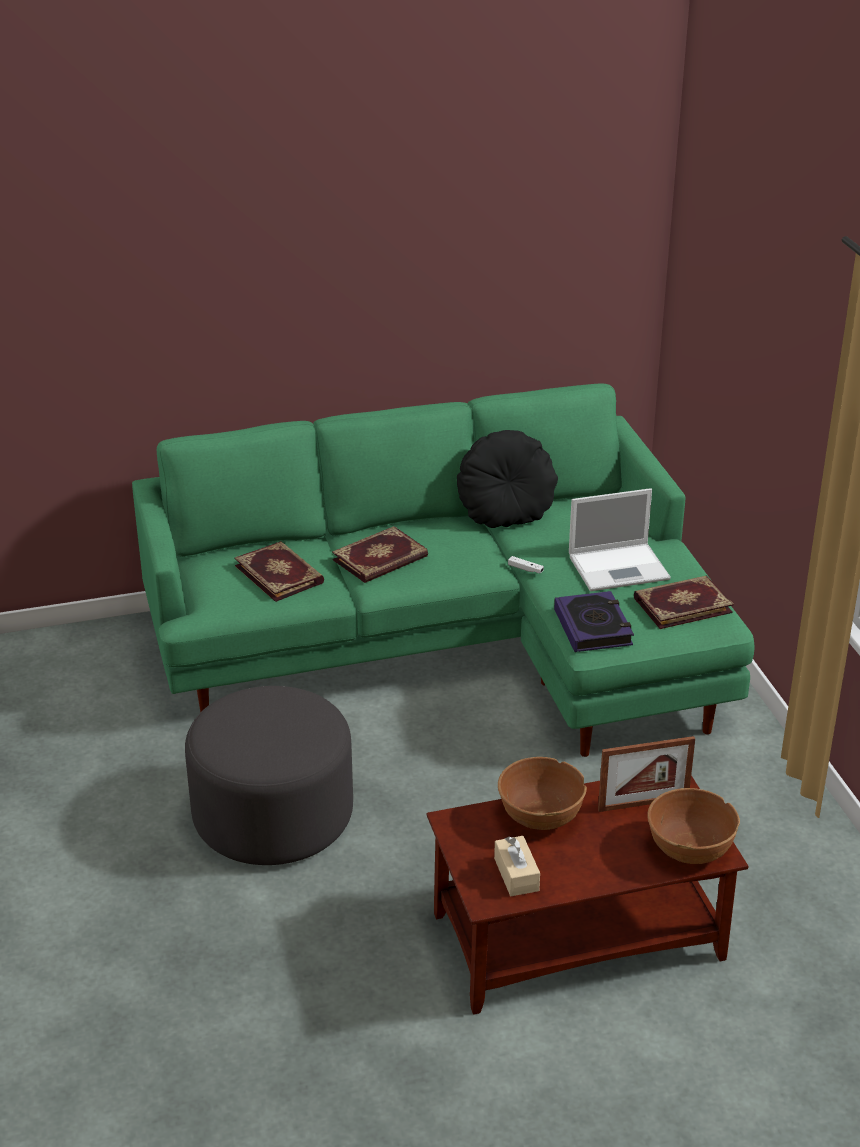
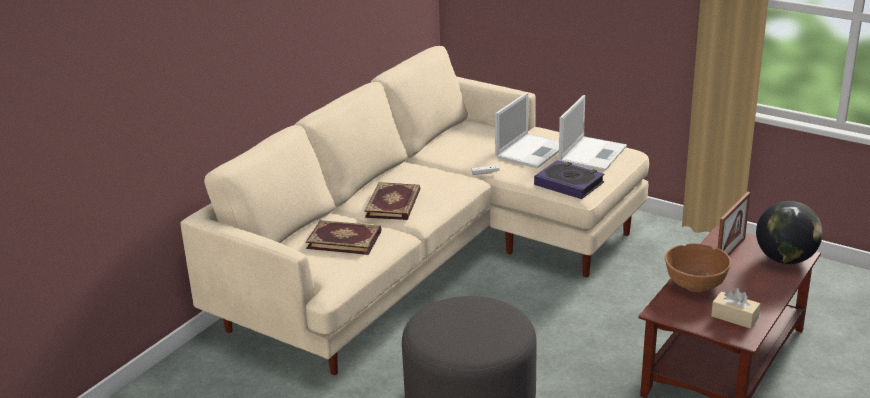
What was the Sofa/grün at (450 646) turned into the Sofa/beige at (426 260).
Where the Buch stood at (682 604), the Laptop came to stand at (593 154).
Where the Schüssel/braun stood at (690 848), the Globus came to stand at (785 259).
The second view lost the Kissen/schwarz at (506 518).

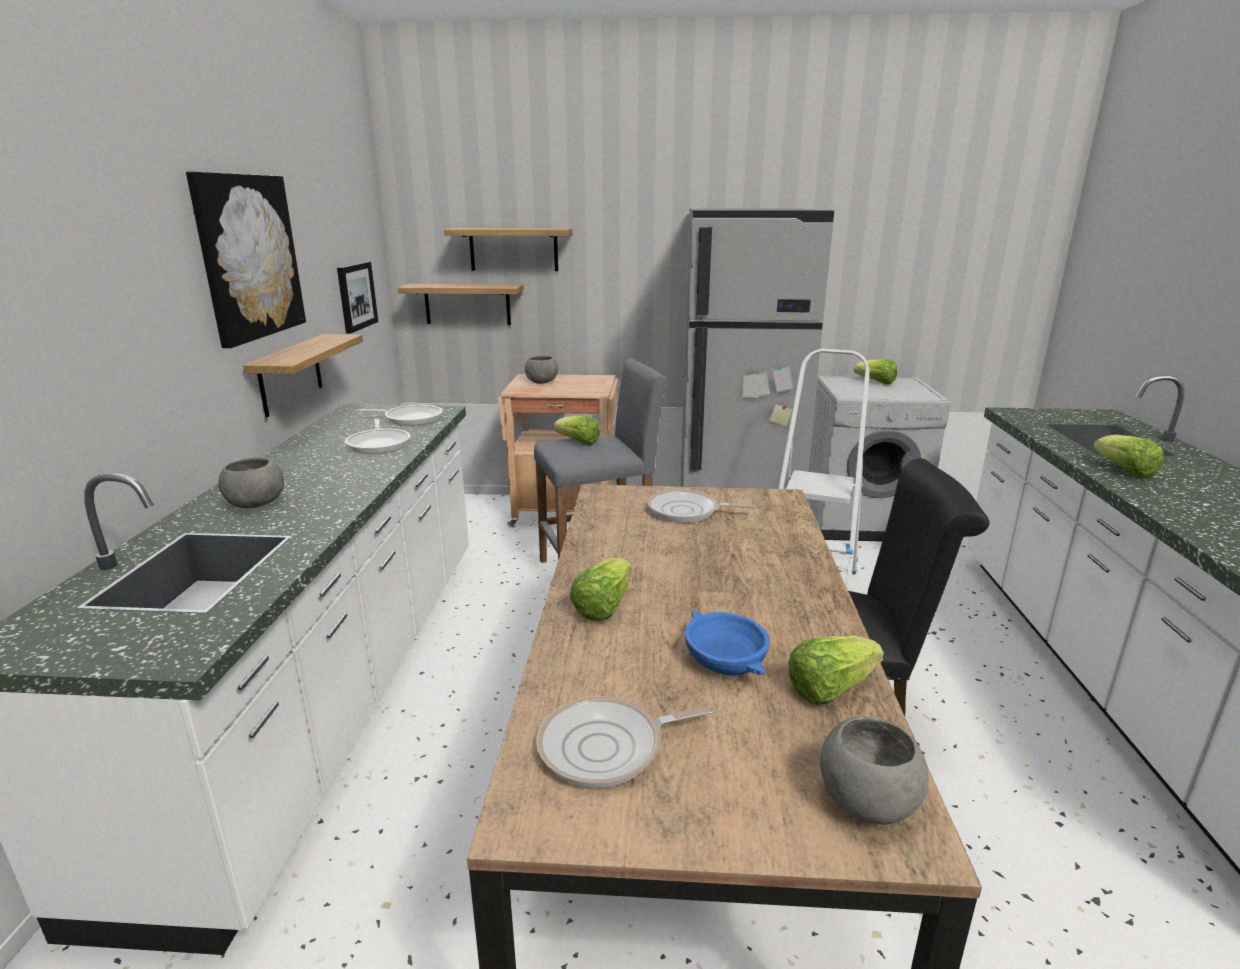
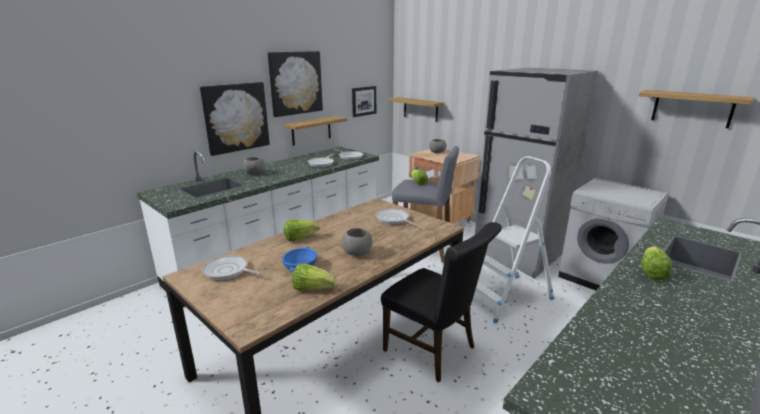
The second view gained the Bild at (236 117).
The Schüssel/grau ended up elsewhere, having gone from (866 802) to (357 253).
The Wandregal ended up elsewhere, having gone from (513 249) to (692 108).
The second view lost the Salatkopf at (876 382).

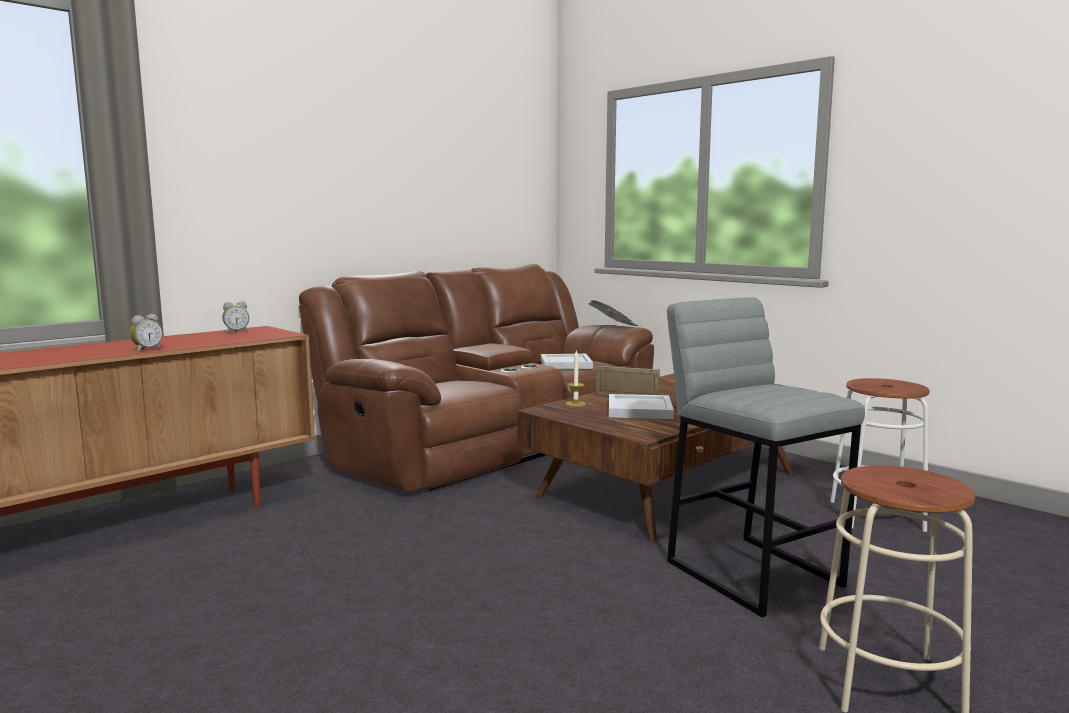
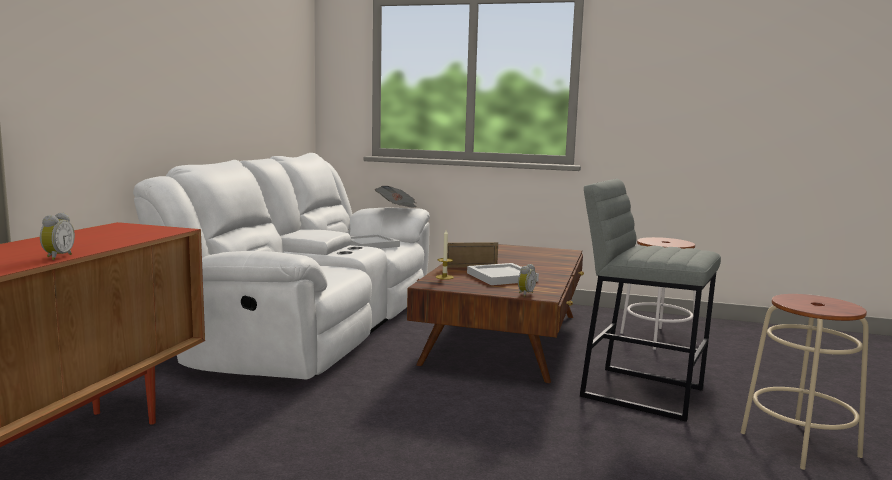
What was the Sofa/braun at (491 442) turned into the Sofa/weiß at (313 324).
The Wecker ended up elsewhere, having gone from (236 332) to (525 294).

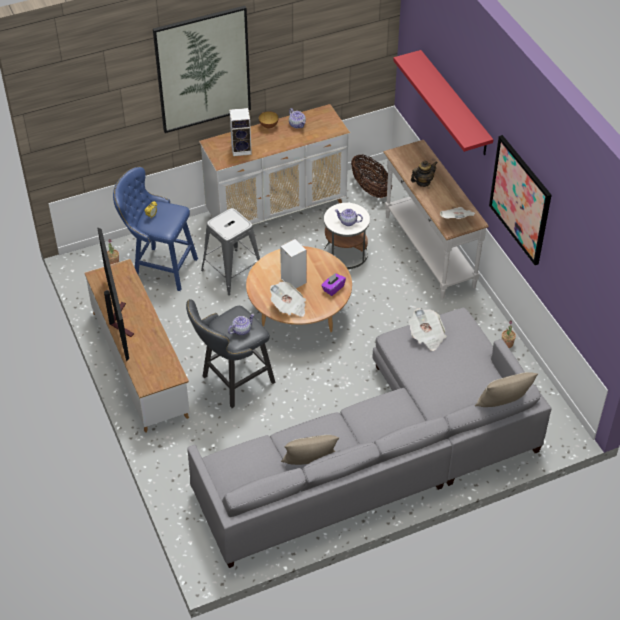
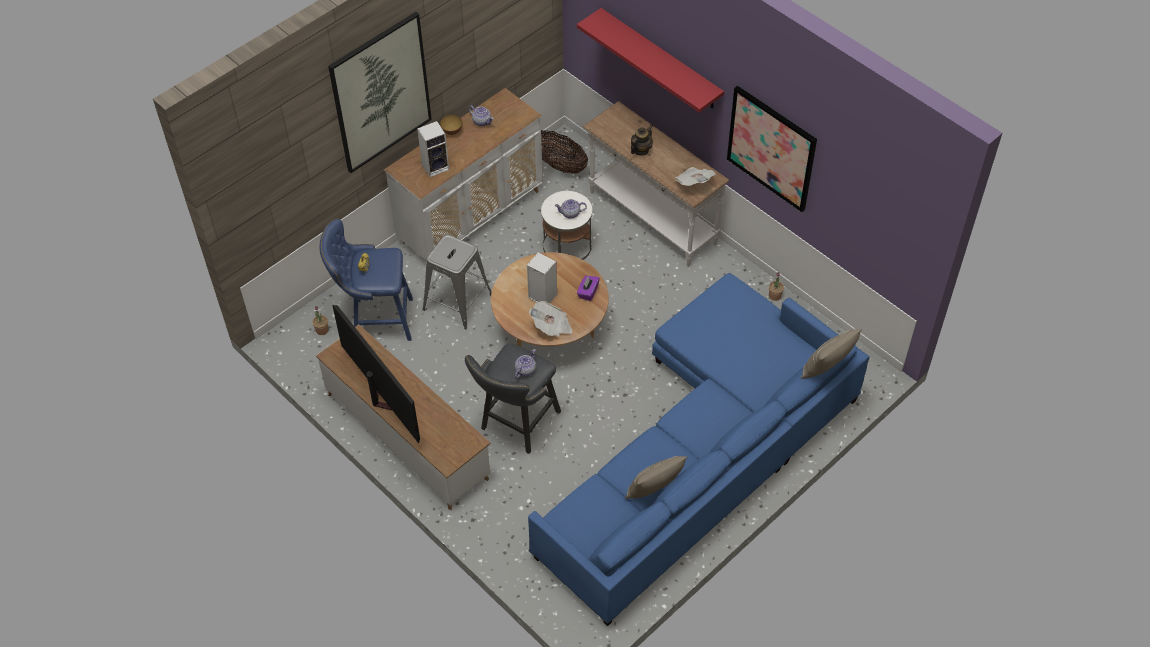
What was the Sofa/grau at (380 451) turned into the Sofa/blau at (702 451).
The second view lost the Zeitung at (427 336).

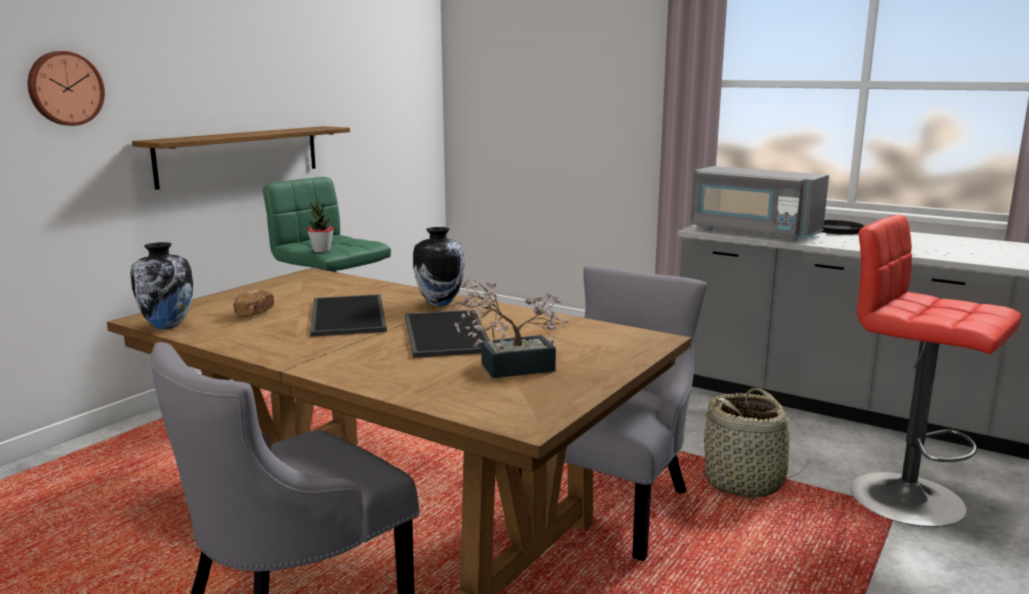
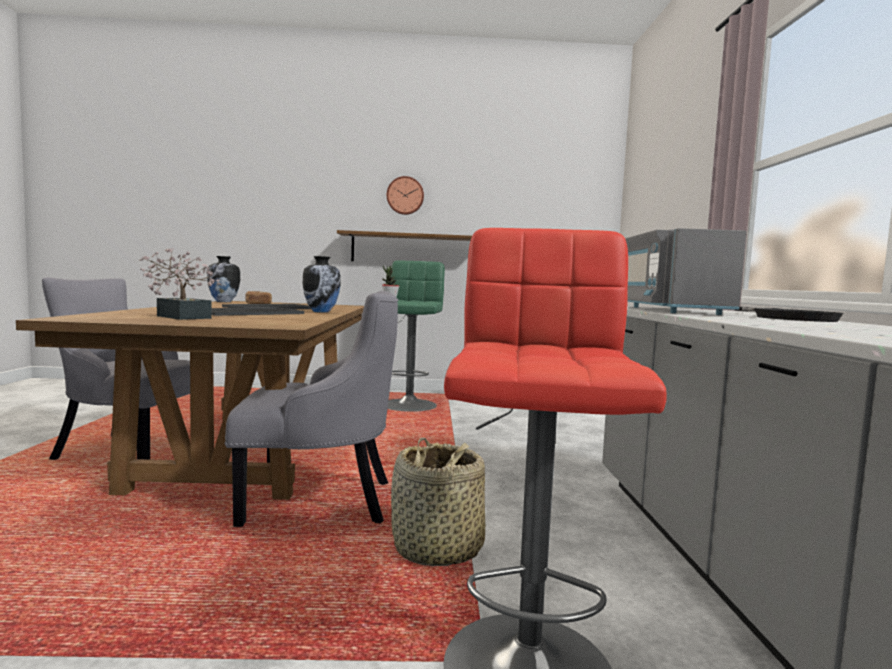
The Wanduhr ended up elsewhere, having gone from (64 88) to (405 195).

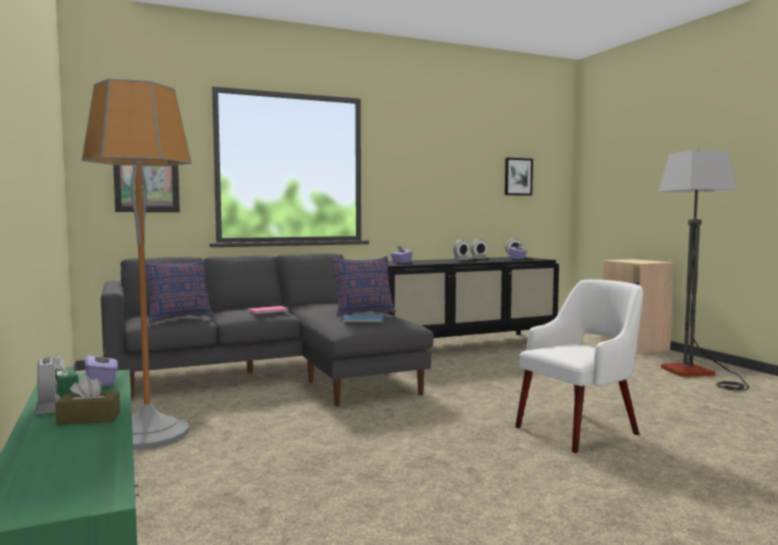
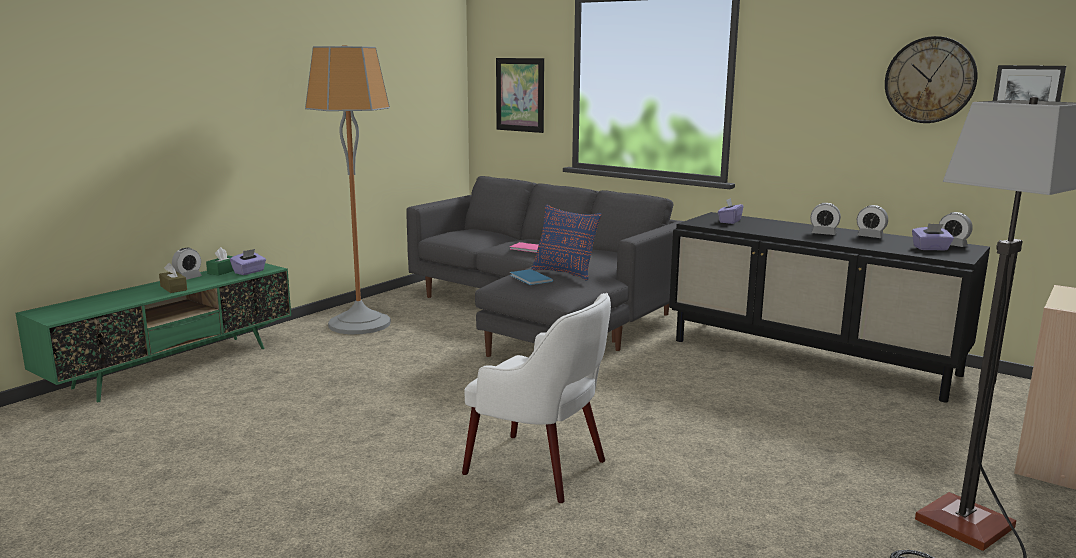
The second view gained the Wanduhr at (930 80).
The second view lost the Kissen/blau at (179 318).

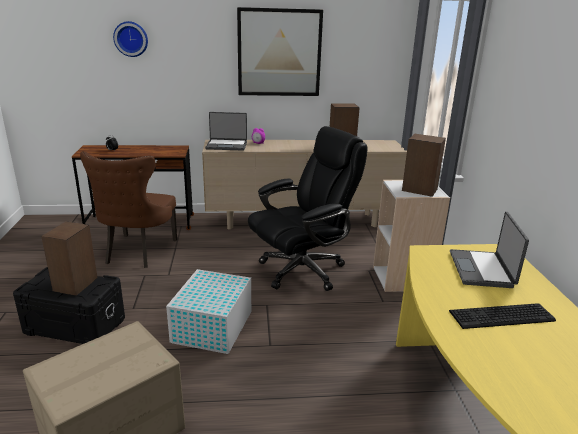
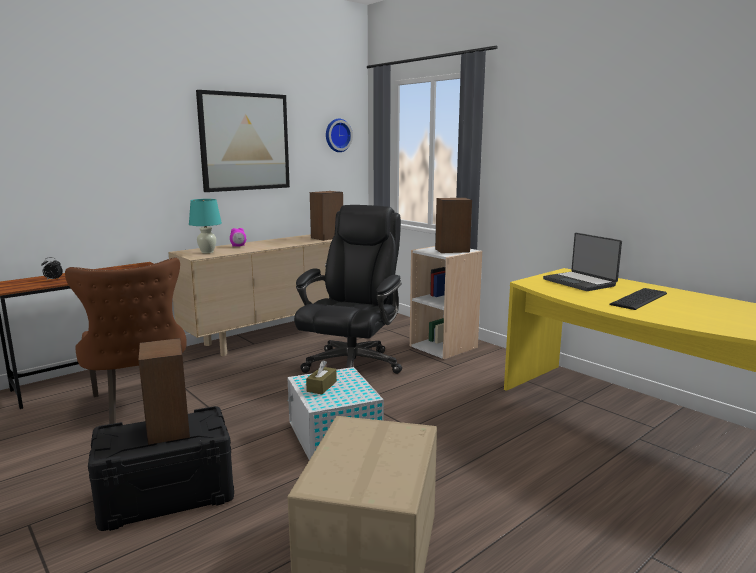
Where the Laptop stood at (227 145), the Tischlampe/türkis came to stand at (207 252).
The second view gained the Taschentuchbox/braun at (321 386).
The Wanduhr ended up elsewhere, having gone from (131 39) to (337 135).

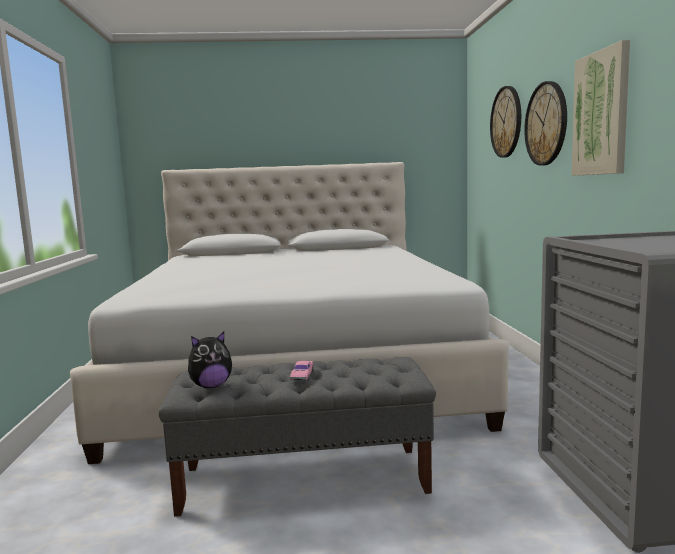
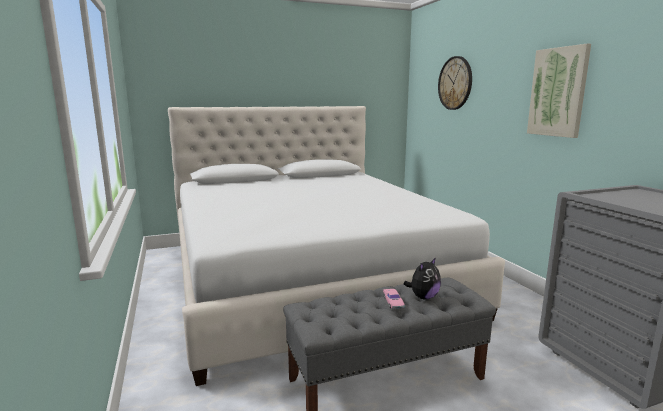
The Plüschtier ended up elsewhere, having gone from (211 386) to (423 297).
The second view lost the Wanduhr at (546 124).

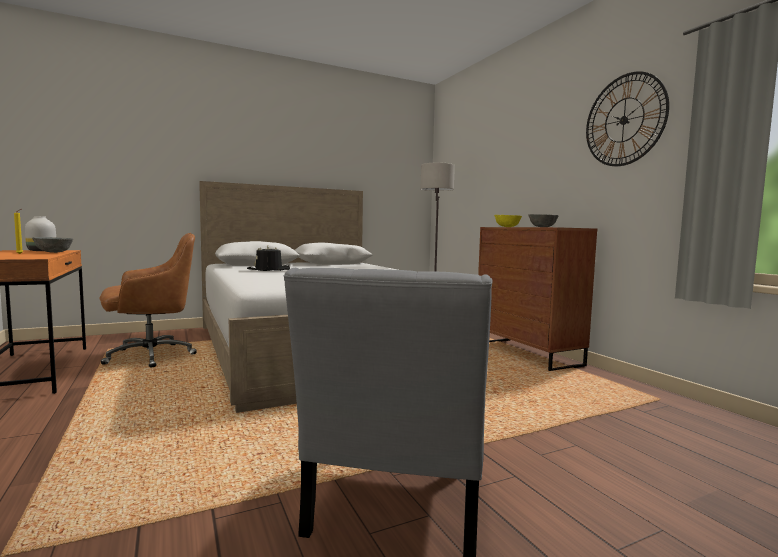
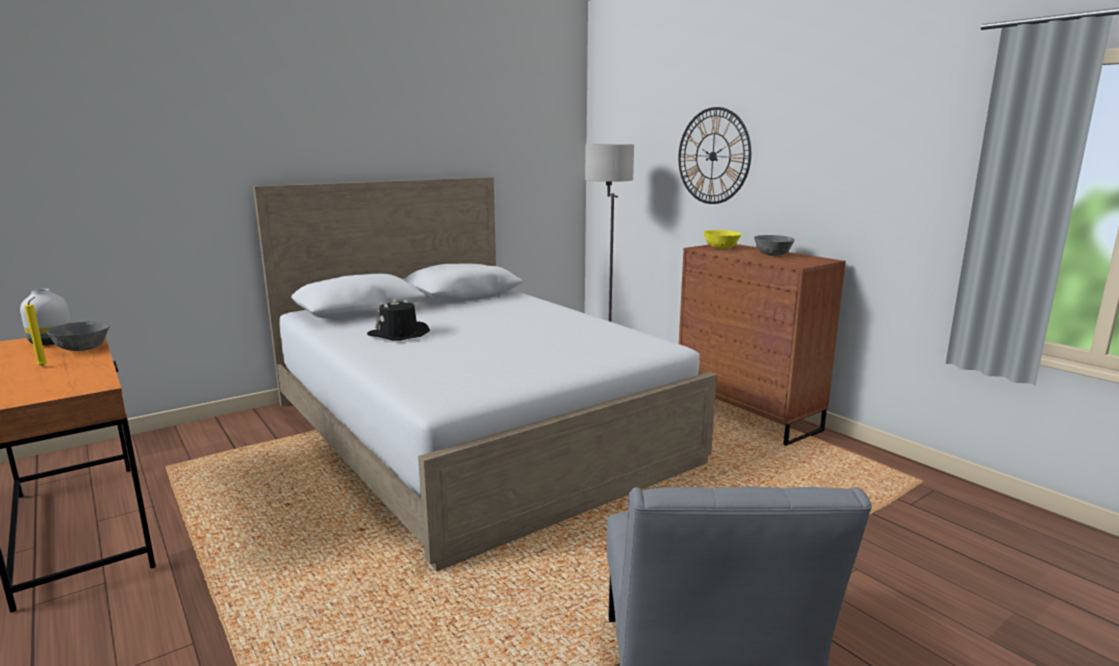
The Wanduhr ended up elsewhere, having gone from (624 120) to (713 156).
The second view lost the Bürostuhl/braun at (151 356).

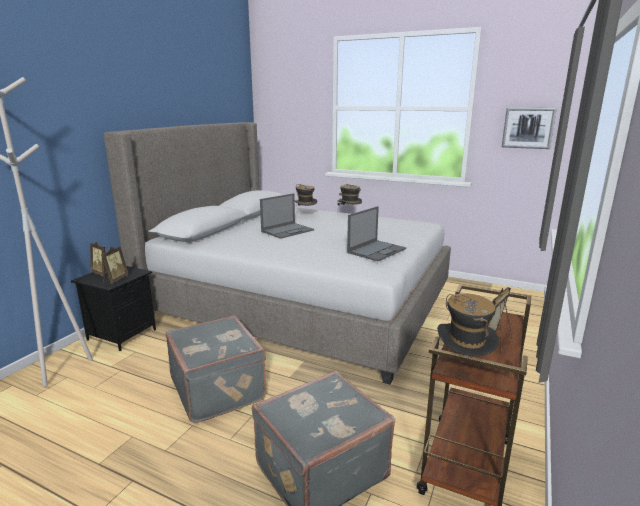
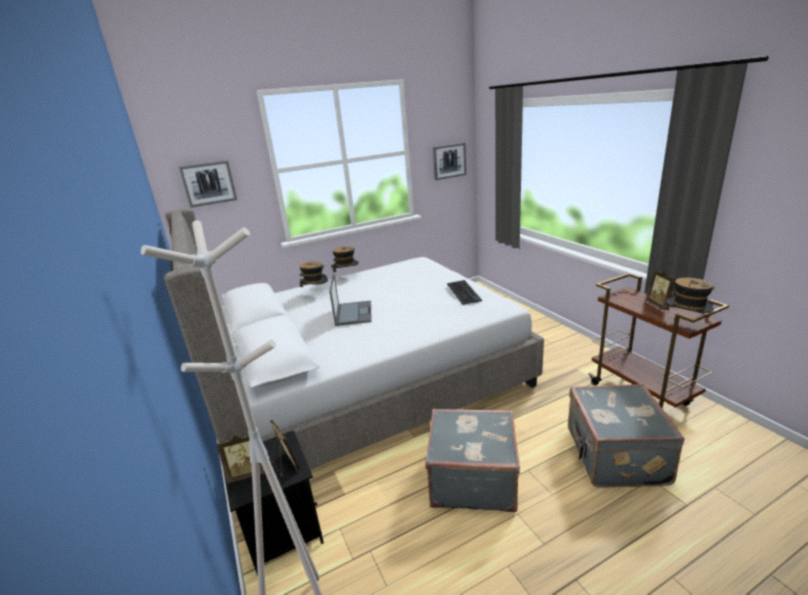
The second view gained the Bild at (208 183).
Where the Laptop stood at (377 250), the Tastatur came to stand at (463 292).

